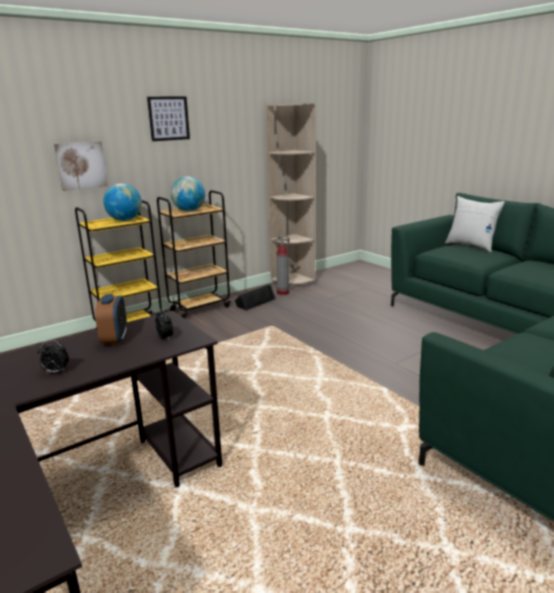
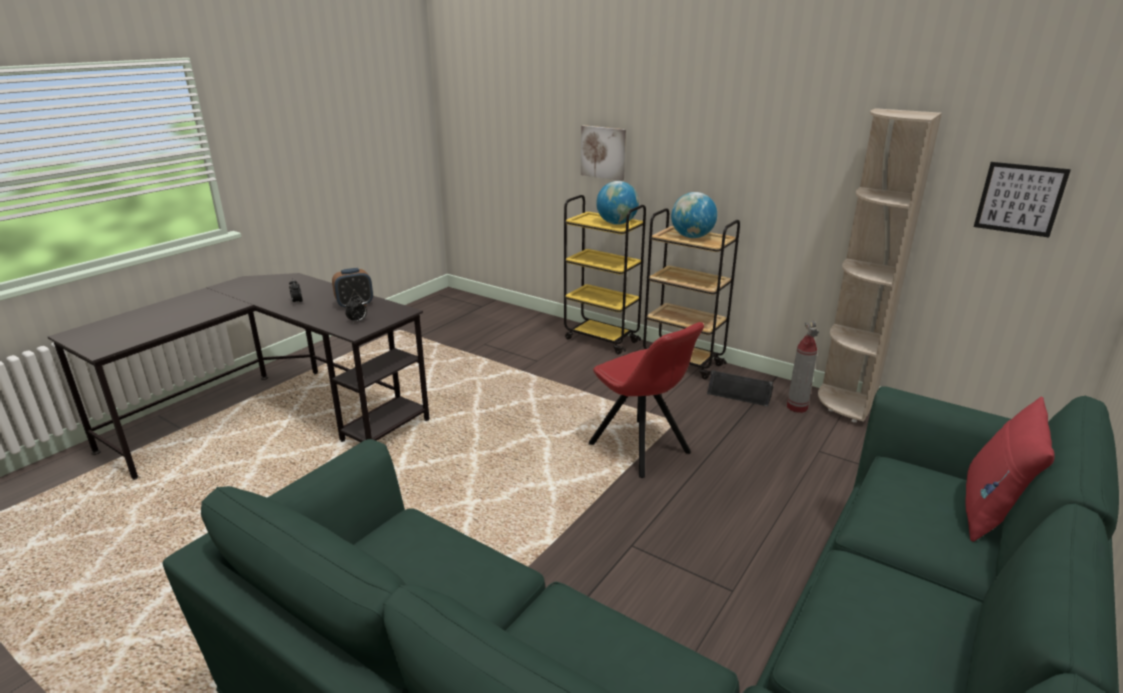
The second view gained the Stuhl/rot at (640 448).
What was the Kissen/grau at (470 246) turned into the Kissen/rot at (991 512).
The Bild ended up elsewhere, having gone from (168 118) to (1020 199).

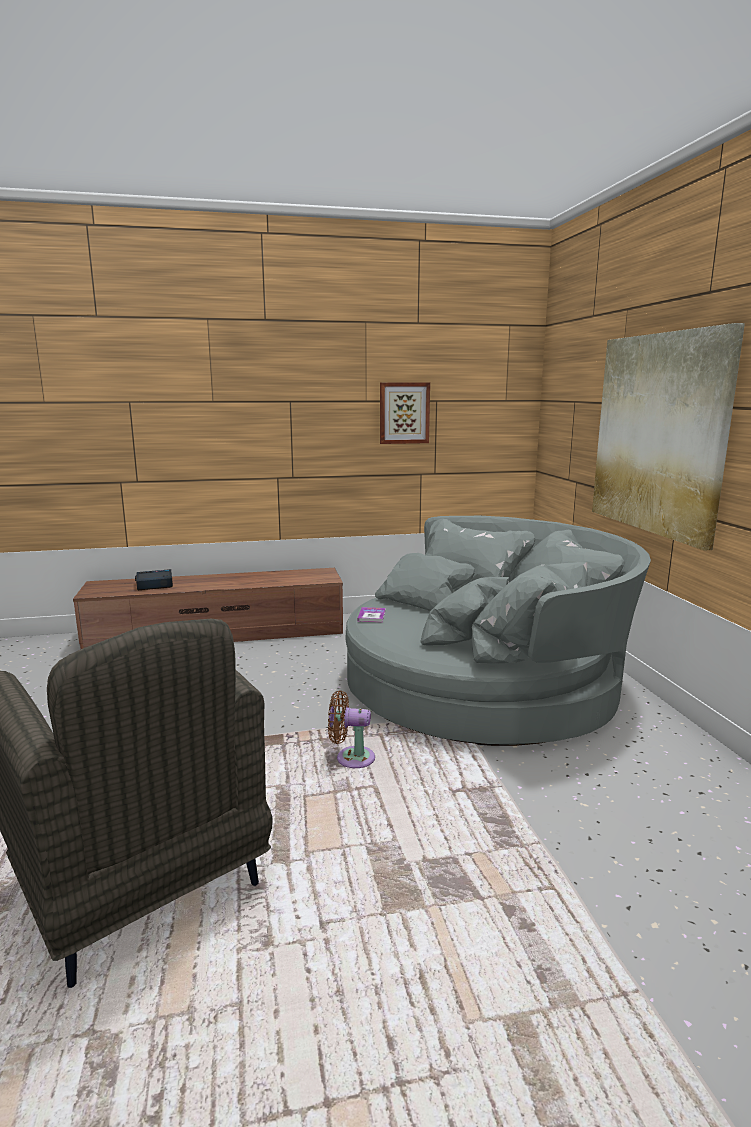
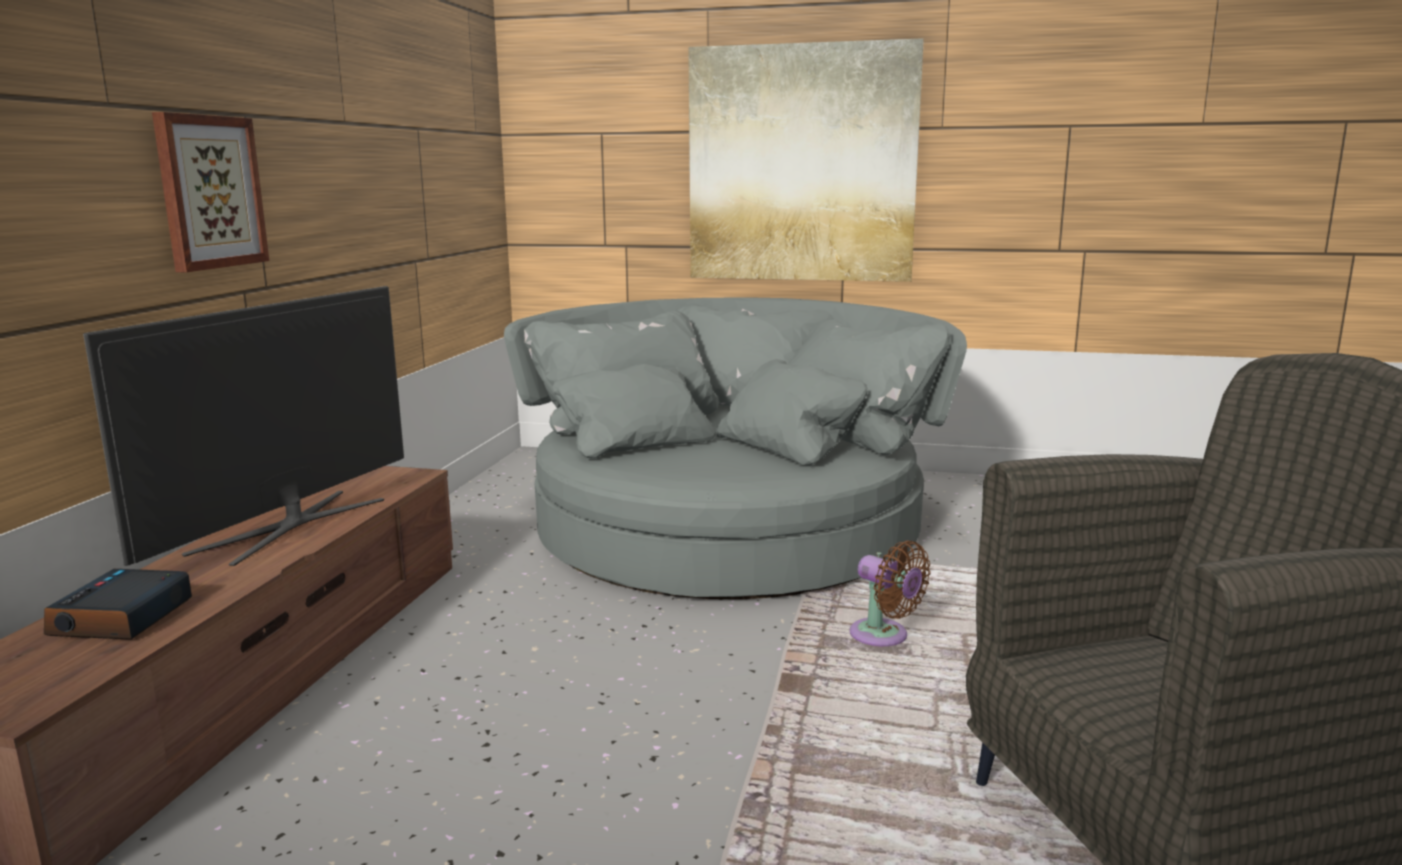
The second view gained the Fernseher at (291 525).
The Bild ended up elsewhere, having gone from (404 413) to (209 192).
The Ventilator/braun at (351 758) ended up facing another way, 75 degrees counterclockwise from before.
The second view lost the Buch at (371 616).

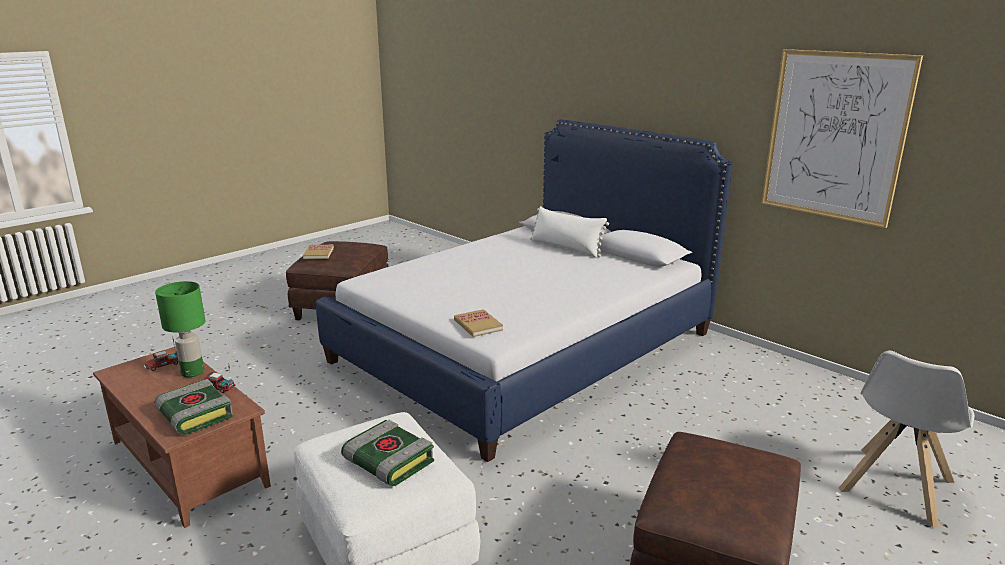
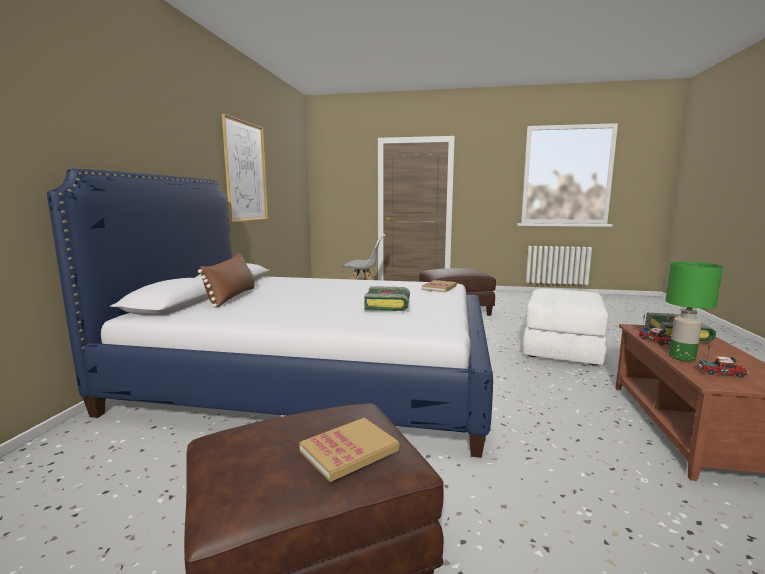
What was the Kissen/weiß at (566 248) turned into the Kissen/braun at (232 297).
The Buch ended up elsewhere, having gone from (387 462) to (388 306).

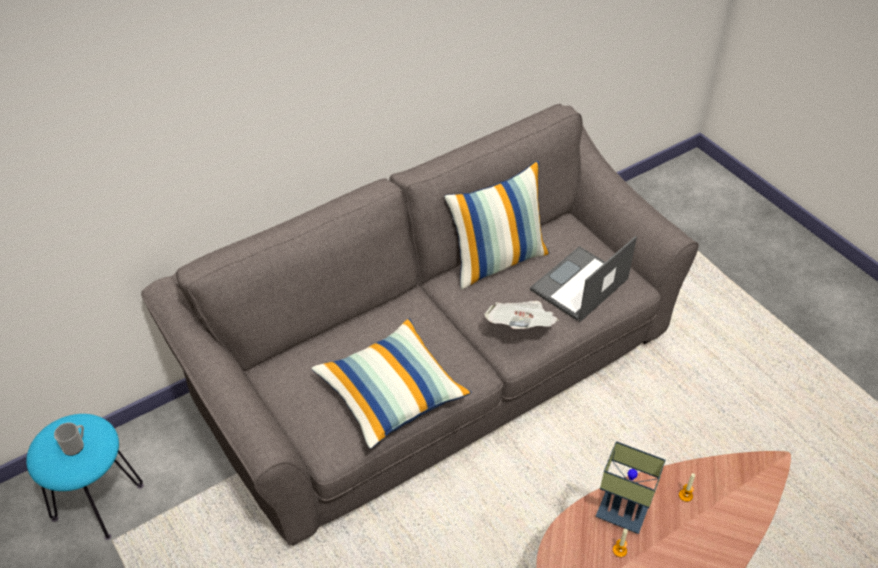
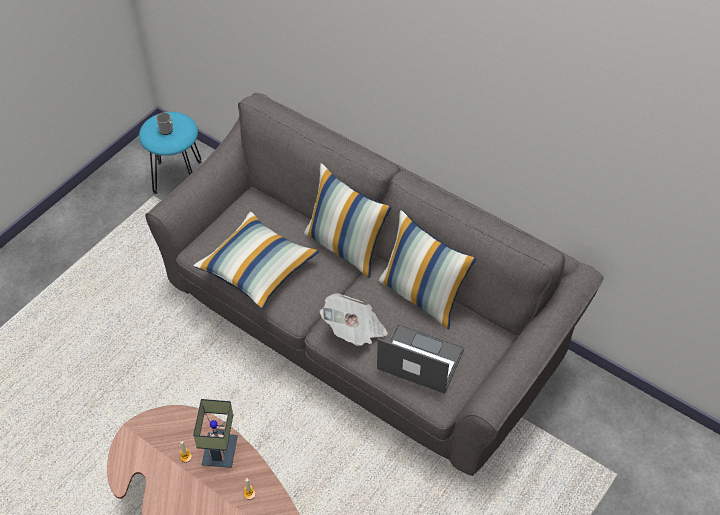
The second view gained the Kissen at (346 247).

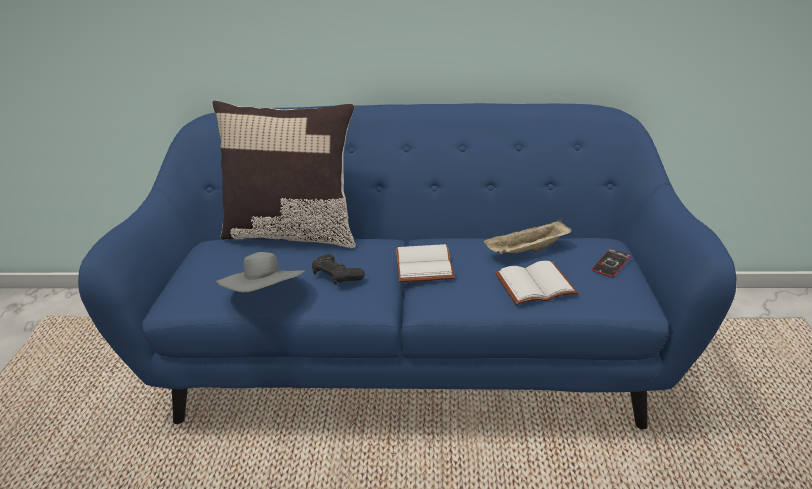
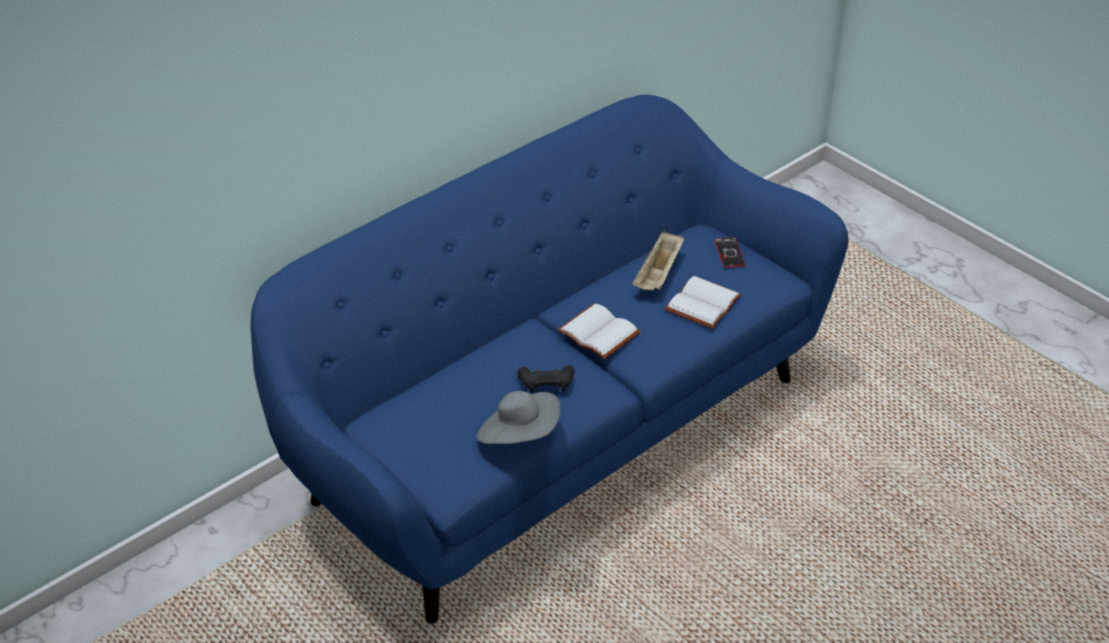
The second view lost the Kissen at (293 234).

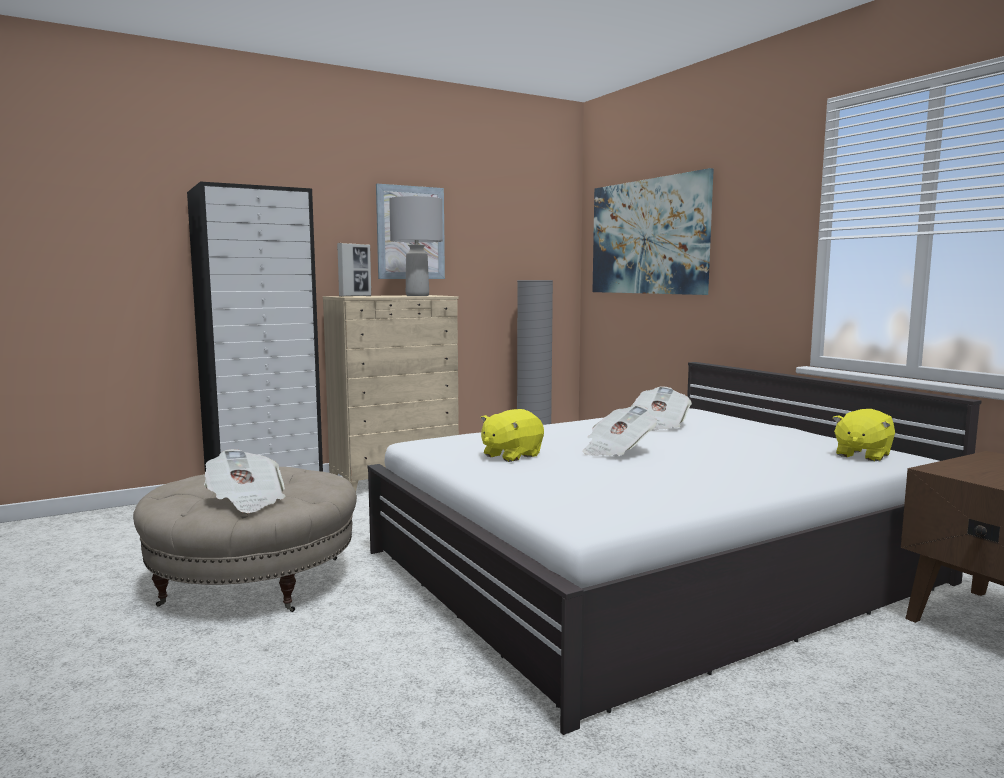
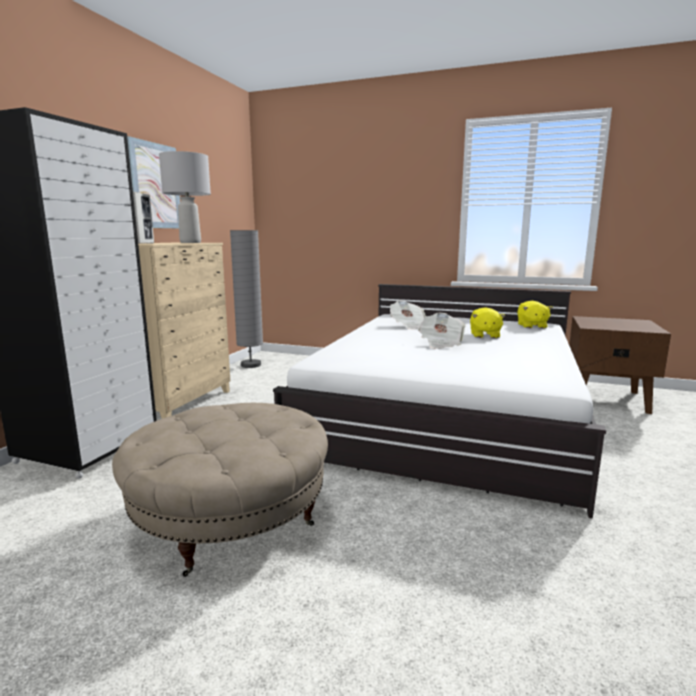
The Plüschtier/gelb ended up elsewhere, having gone from (511 455) to (484 335).
The second view lost the Zeitung at (246 501).
The second view lost the Bild at (648 237).

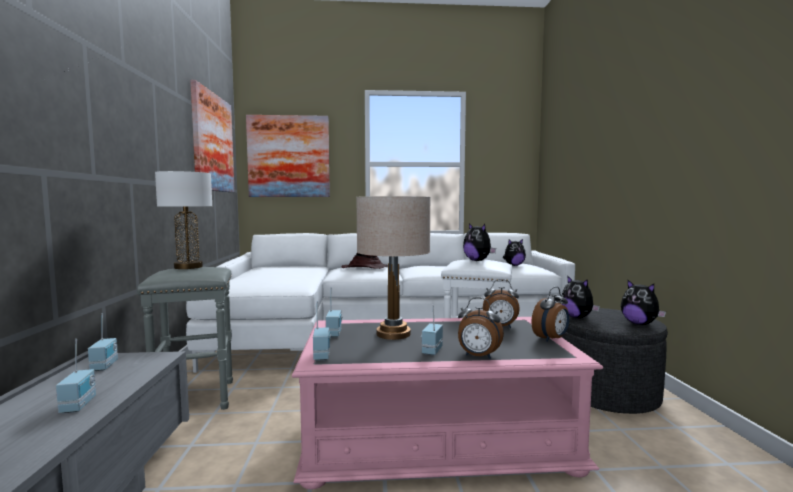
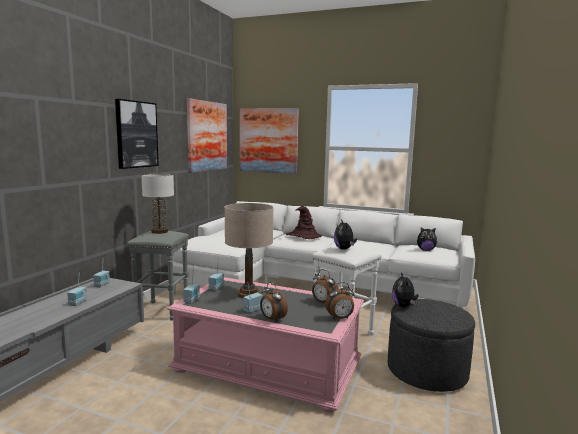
The second view gained the Bild at (136 134).
The second view lost the Plüschtier at (639 324).

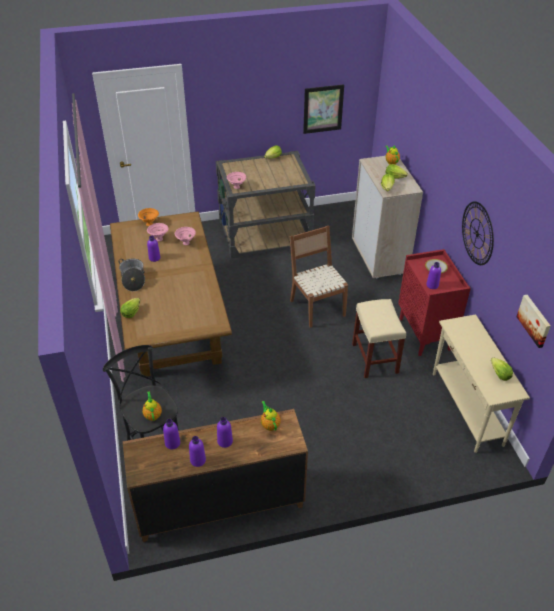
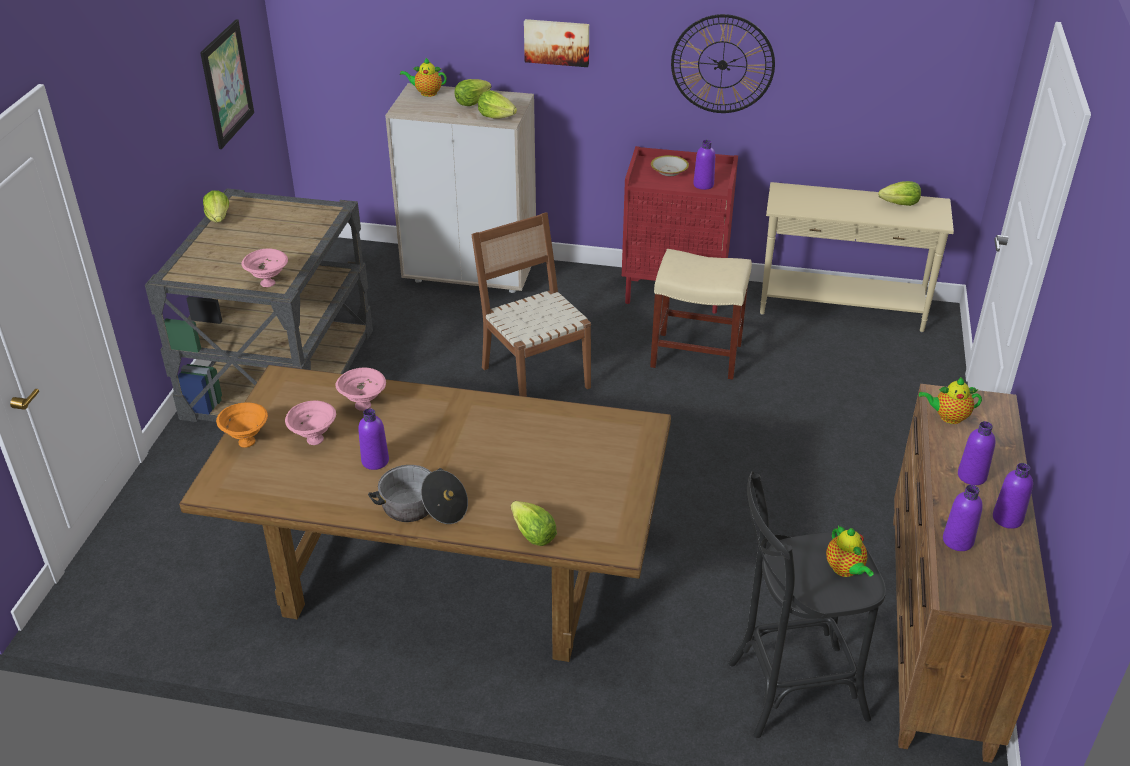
The Stuhl at (316 306) ended up facing another way, 60 degrees clockwise from before.
The Bild ended up elsewhere, having gone from (534 320) to (557 42).
The Teekanne at (152 415) ended up facing another way, 120 degrees counterclockwise from before.

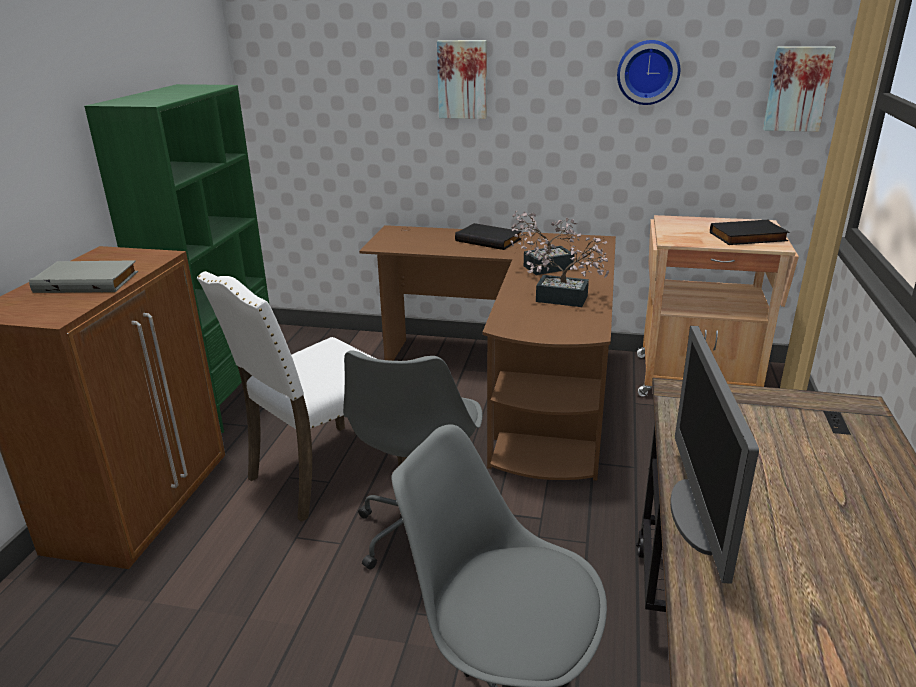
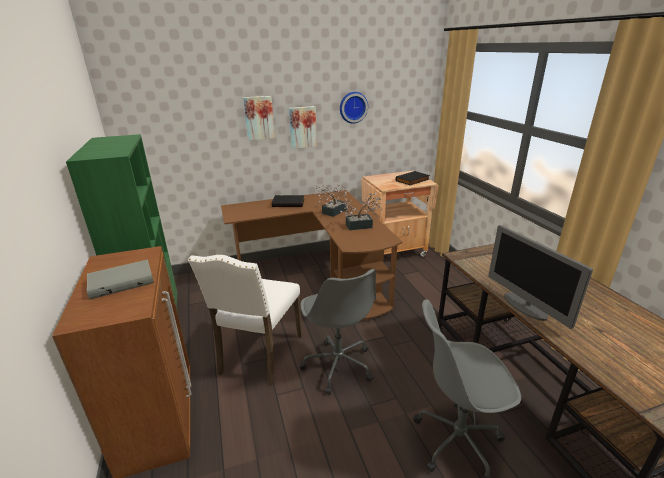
The Bild ended up elsewhere, having gone from (797 89) to (302 127).

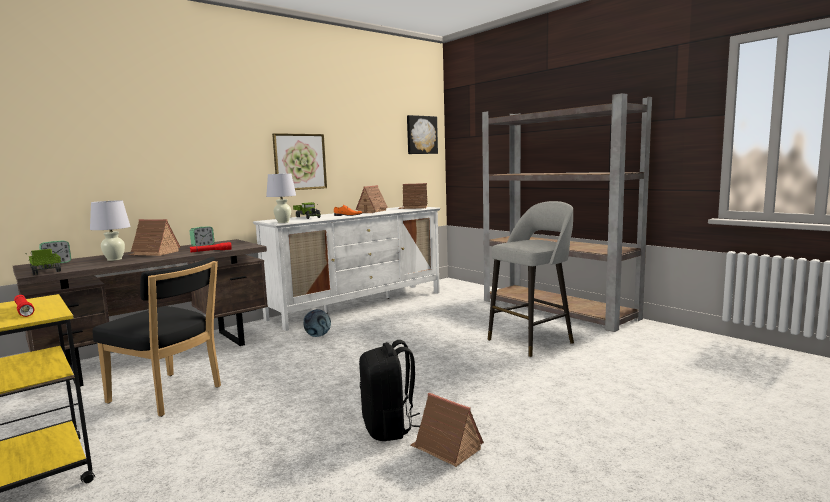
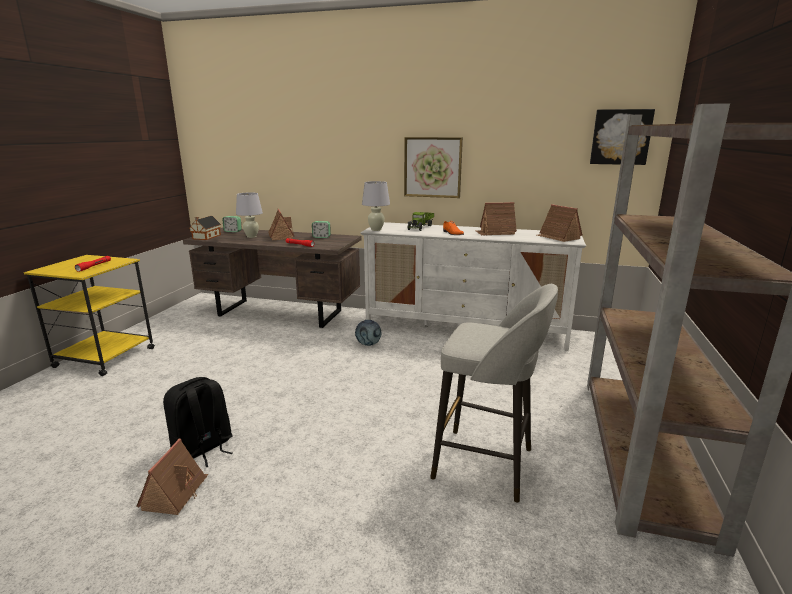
Where the Spielzeuglaster stood at (44 271), the Spielzeughaus came to stand at (205 237).
The second view lost the Stuhl/schwarz at (169 395).

